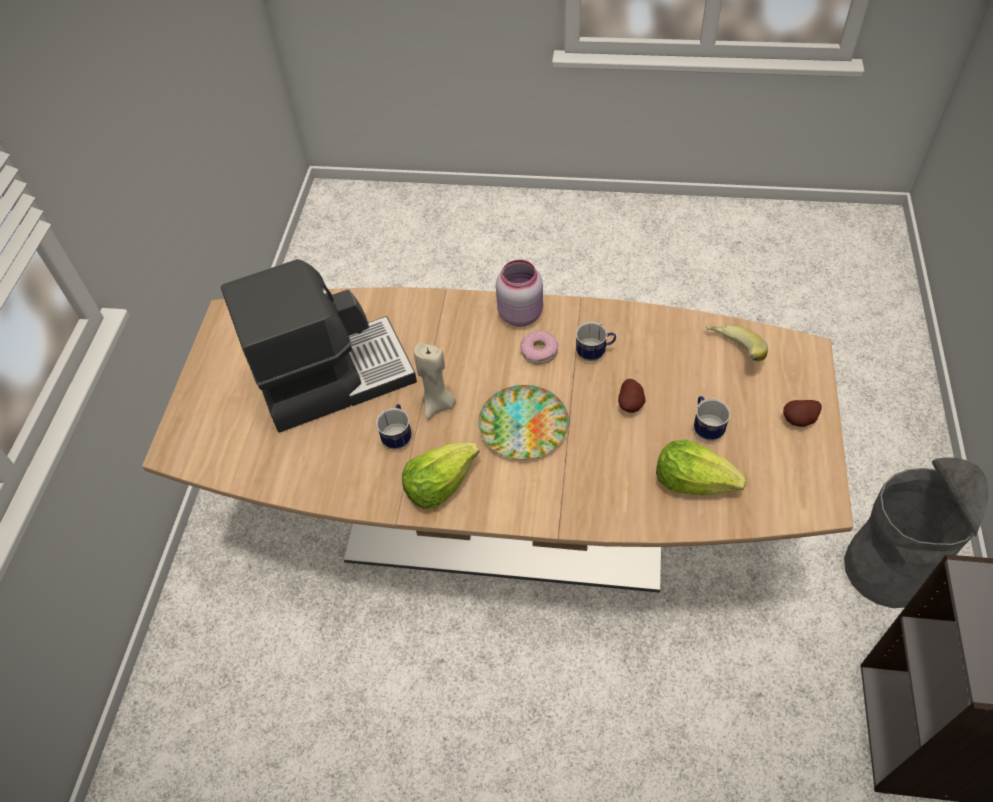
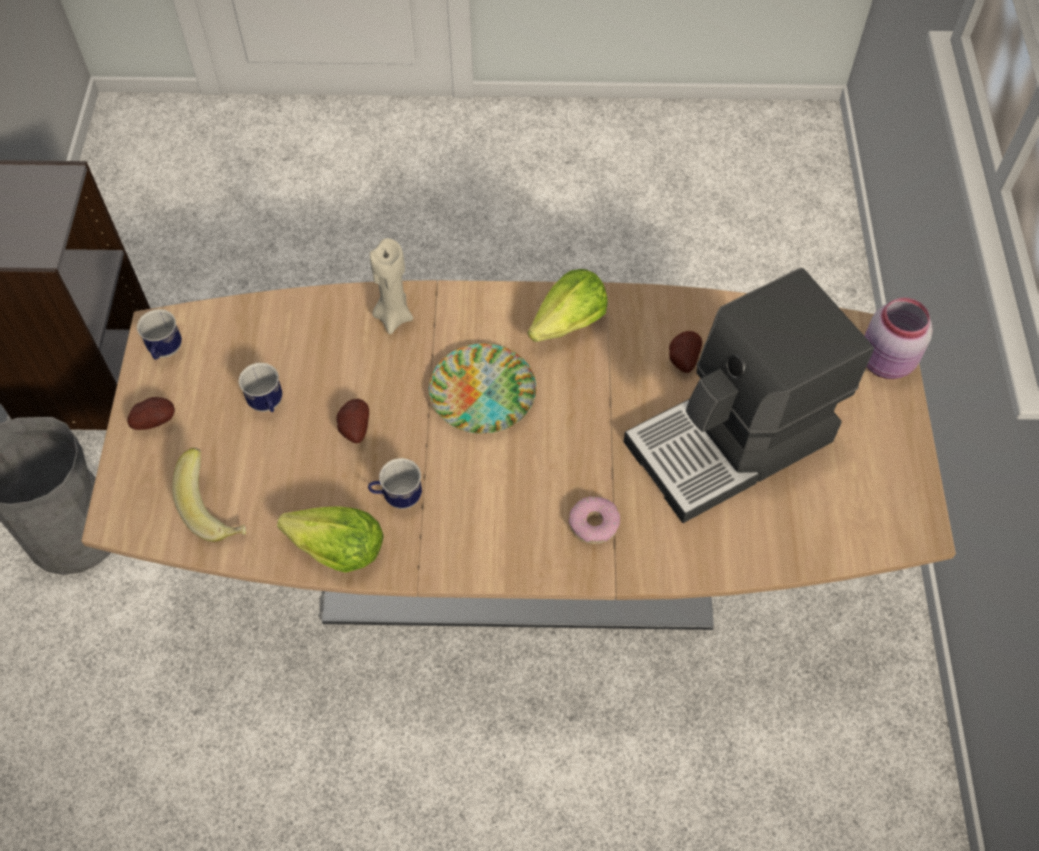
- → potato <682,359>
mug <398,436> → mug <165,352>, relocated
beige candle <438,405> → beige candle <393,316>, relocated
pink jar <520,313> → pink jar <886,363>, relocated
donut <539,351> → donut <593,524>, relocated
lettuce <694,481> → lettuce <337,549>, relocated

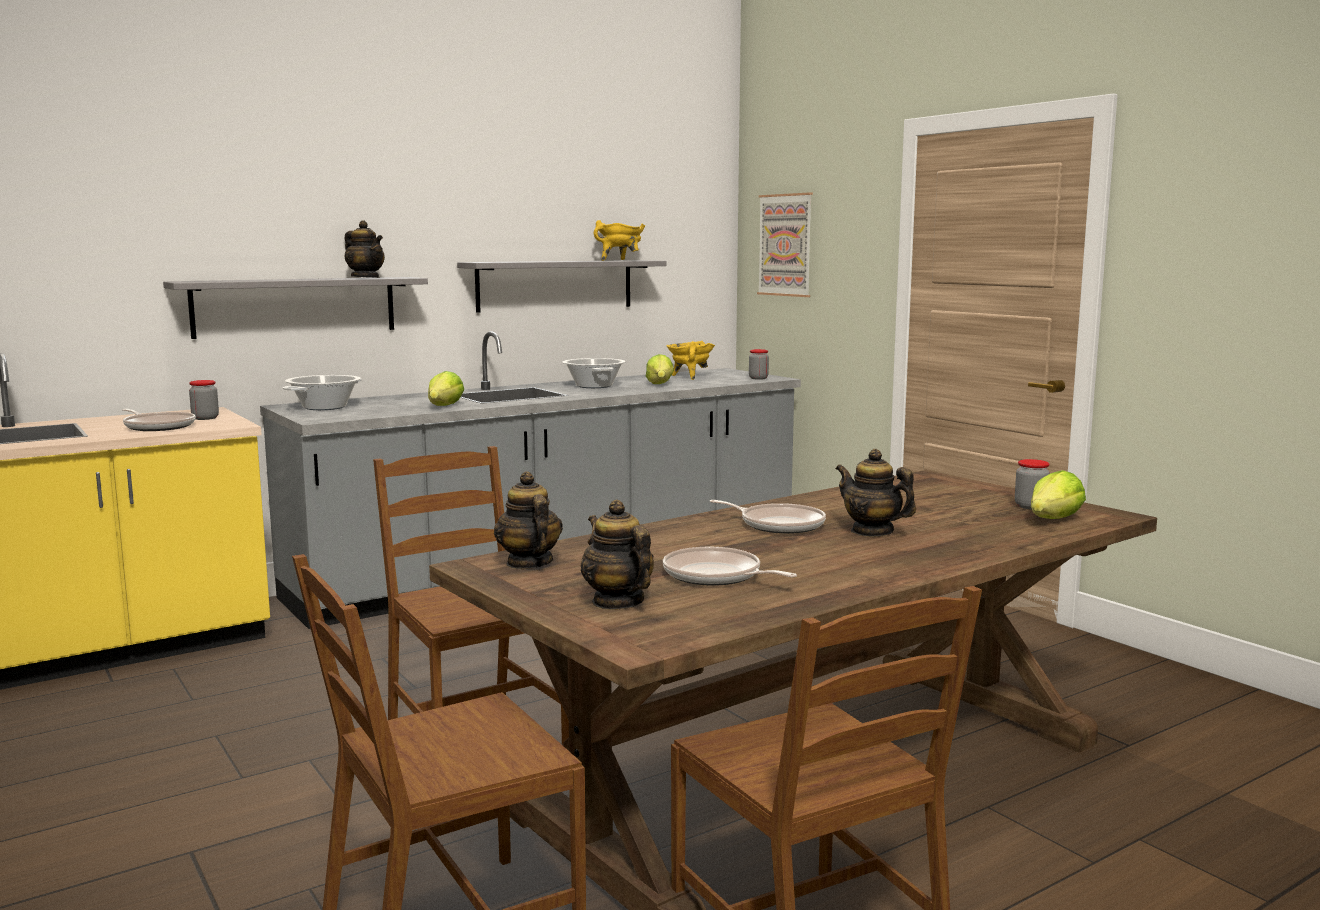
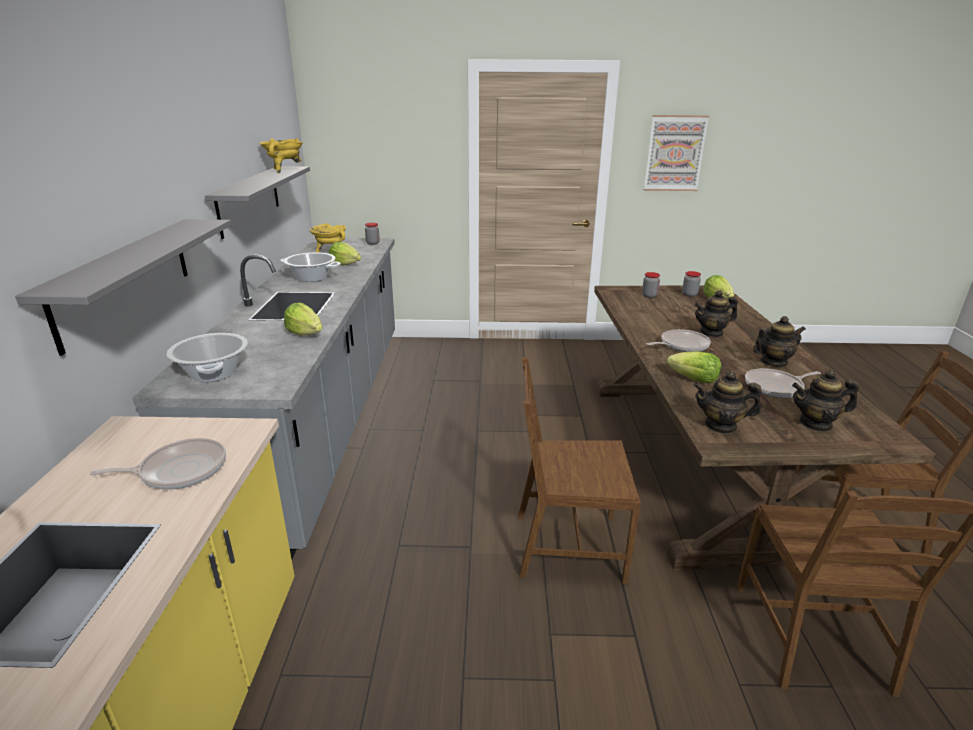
- → lettuce <694,380>
jar <205,418> → jar <649,295>, relocated
teapot <365,278> → teapot <773,362>, relocated
picture <785,245> → picture <674,153>, relocated

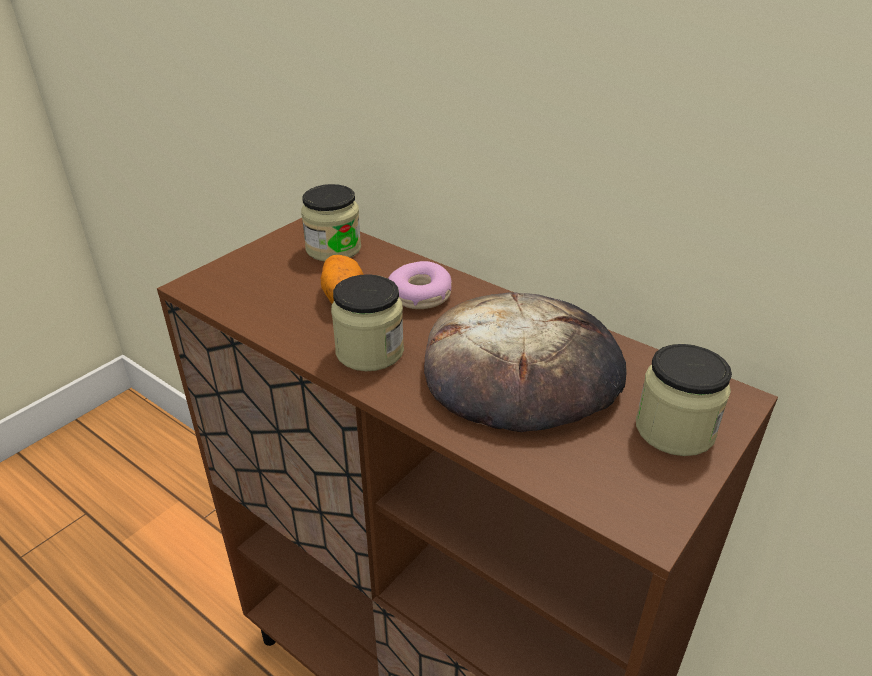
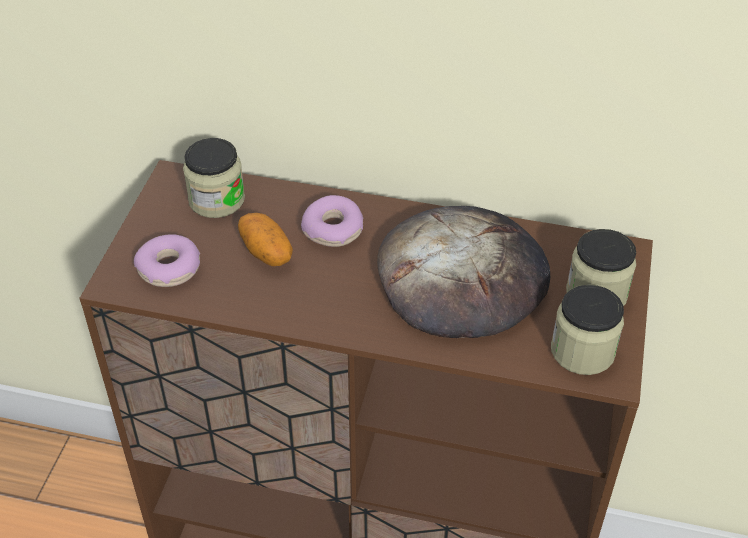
- → donut <169,269>
jar <369,351> → jar <582,351>, relocated

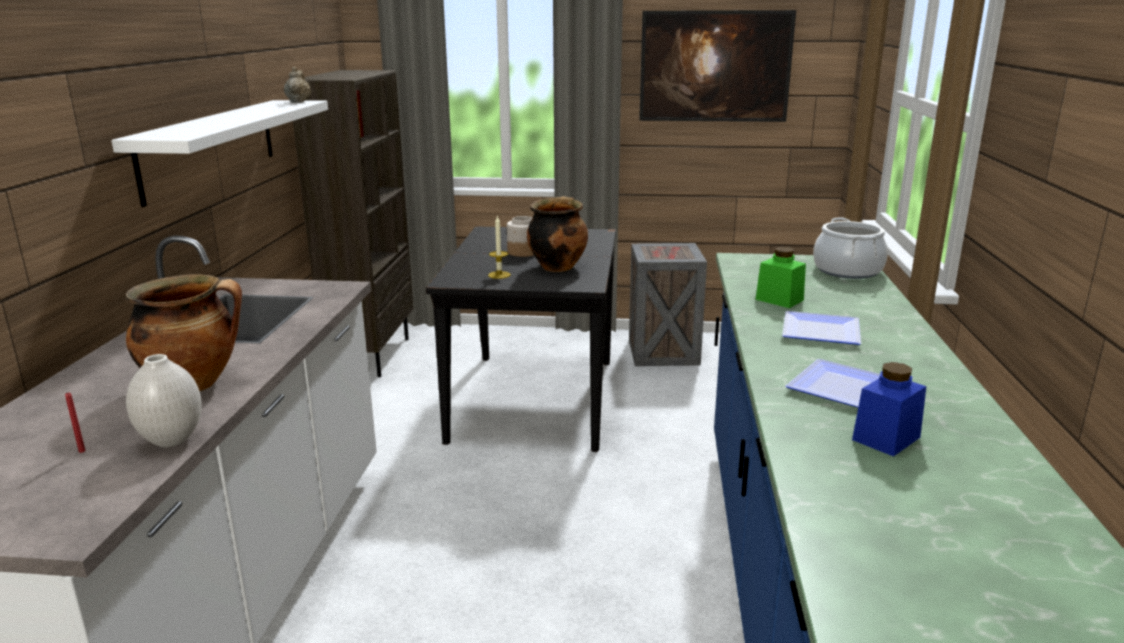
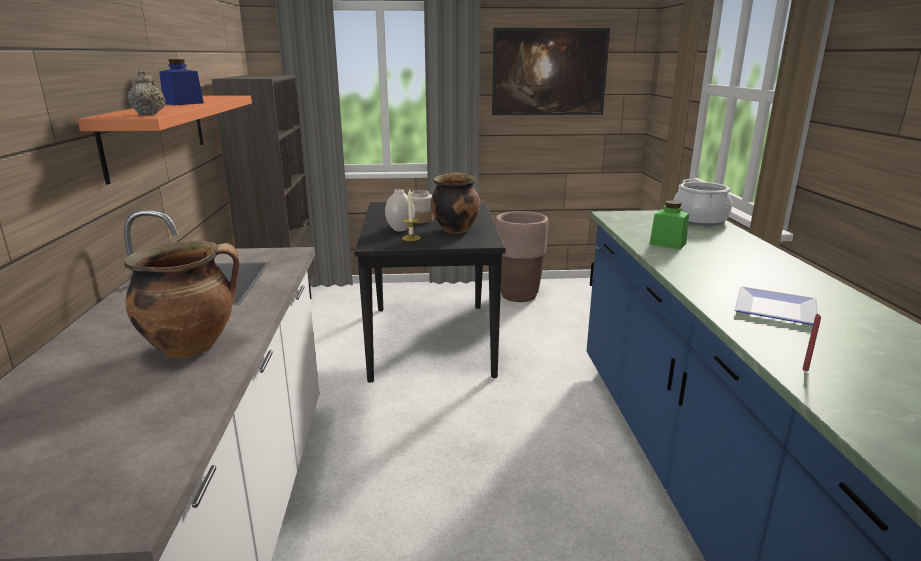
plate <823,331> → -
red candle <82,451> → red candle <805,369>, relocated
white vase <172,440> → white vase <400,229>, relocated
beige teapot <299,101> → beige teapot <149,114>, relocated
blue jar <886,438> → blue jar <183,103>, relocated
crate <664,352> → brown planter <519,295>
white shelf <210,147> → orange shelf <157,133>

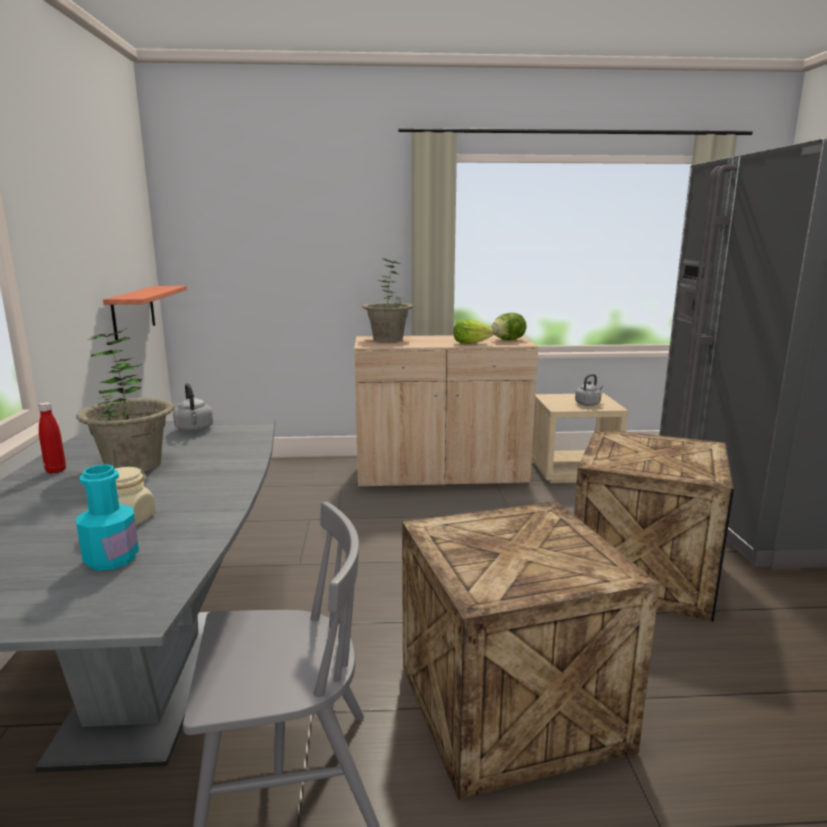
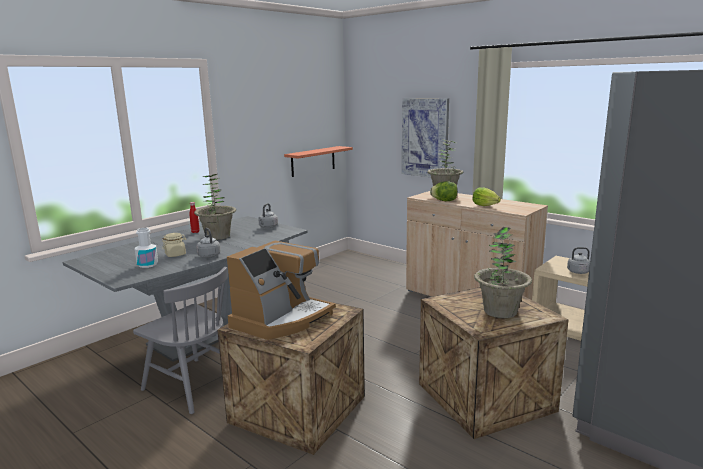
- → grey kettle <208,255>
- → coffee machine <282,319>
- → picture <425,137>
- → potted plant <500,311>
lettuce <508,340> → lettuce <444,201>, relocated
turquoise bottle <111,559> → white bottle <147,264>

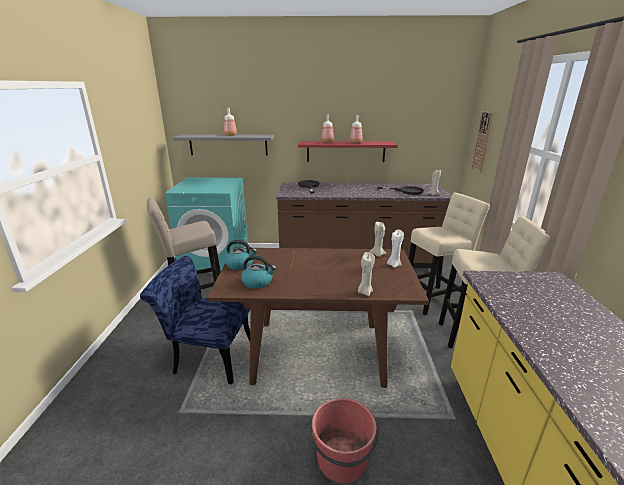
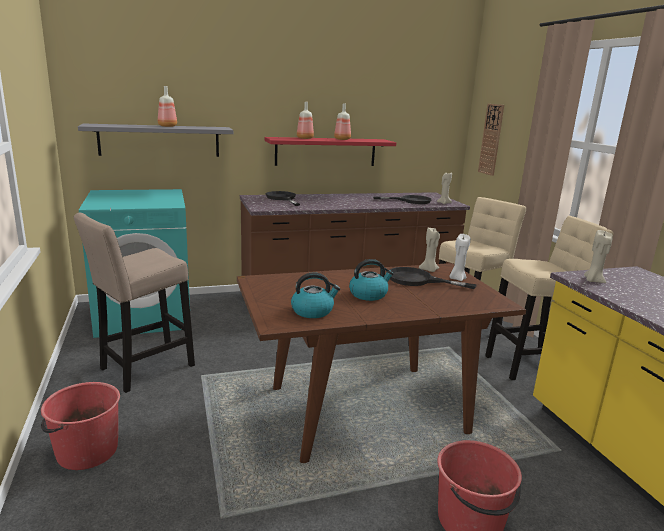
blue chair <207,356> → -
- → red bucket <86,451>
- → black frying pan <418,280>
kettle <240,264> → kettle <369,294>, relocated
beige candle <364,292> → beige candle <593,281>, relocated

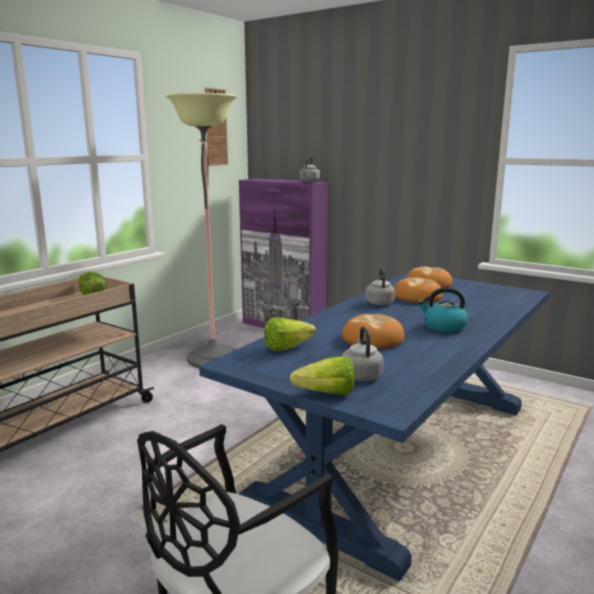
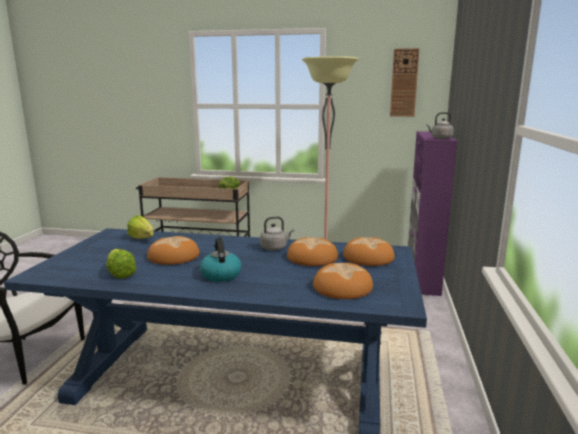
grey kettle <361,375> → -
- → bread <342,287>
lettuce <321,394> → lettuce <120,272>, relocated

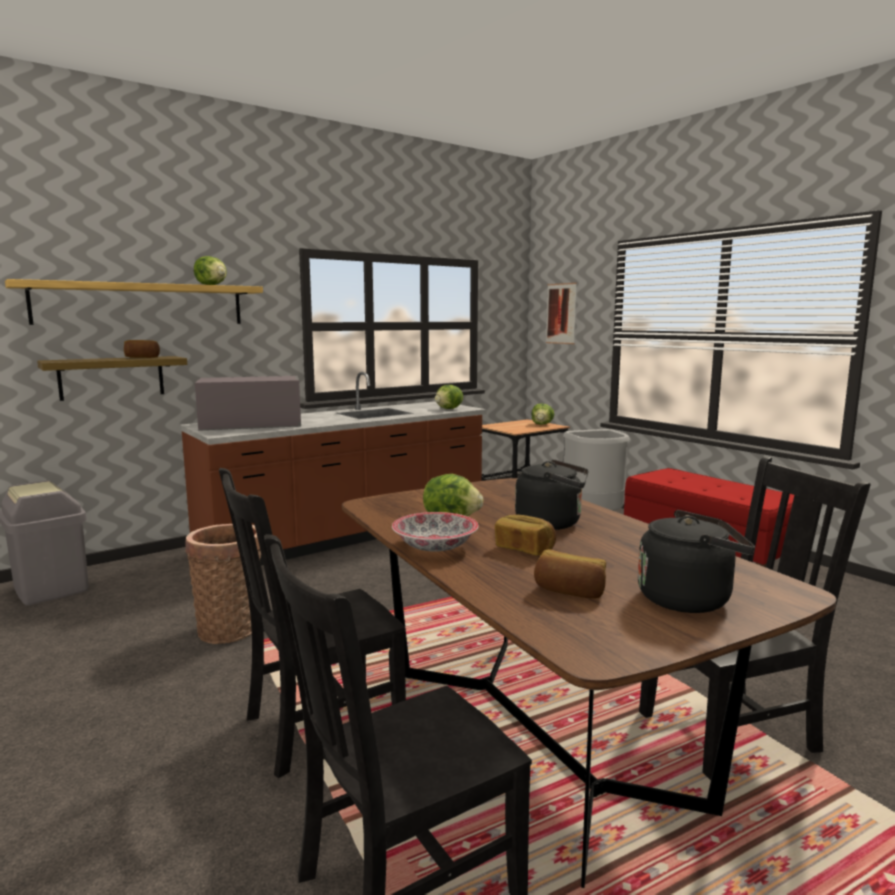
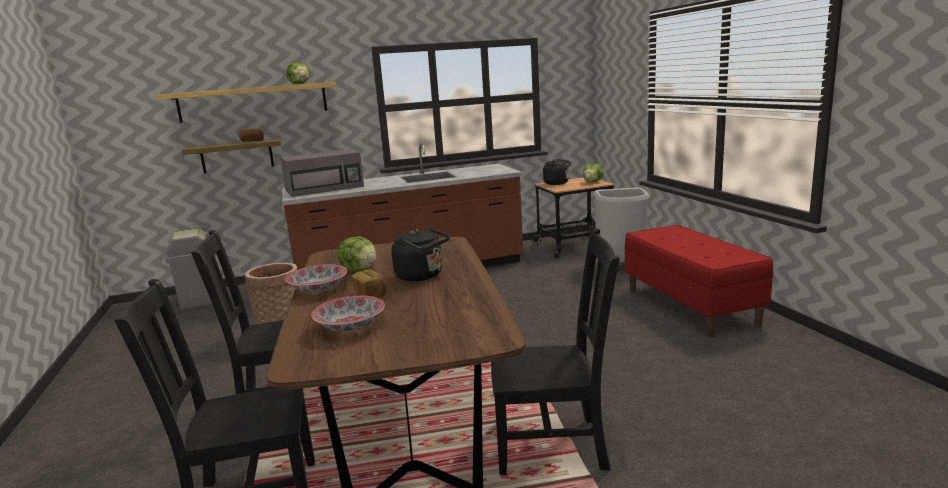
lettuce <449,409> → -
picture <561,313> → -
black kettle <689,599> → black kettle <558,183>, relocated
bread <570,591> → bowl <350,326>
grey microwave <250,424> → grey microwave <325,188>, 150 degrees clockwise

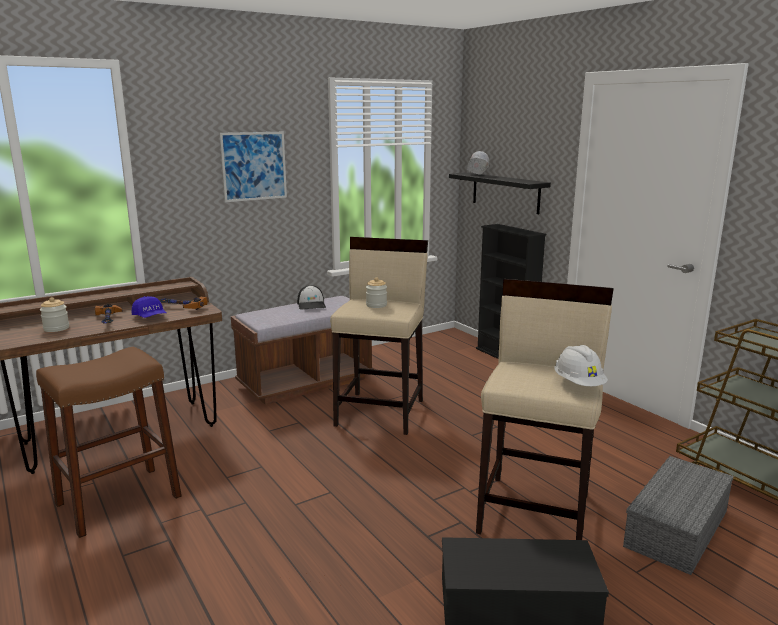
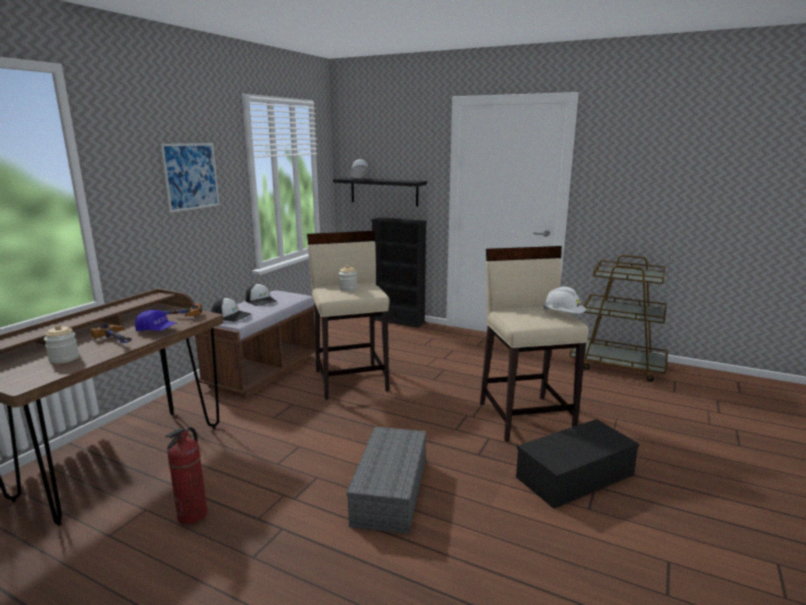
- → cap <231,316>
grey storage box <677,530> → grey storage box <391,492>, relocated
brown stool <118,500> → fire extinguisher <193,515>

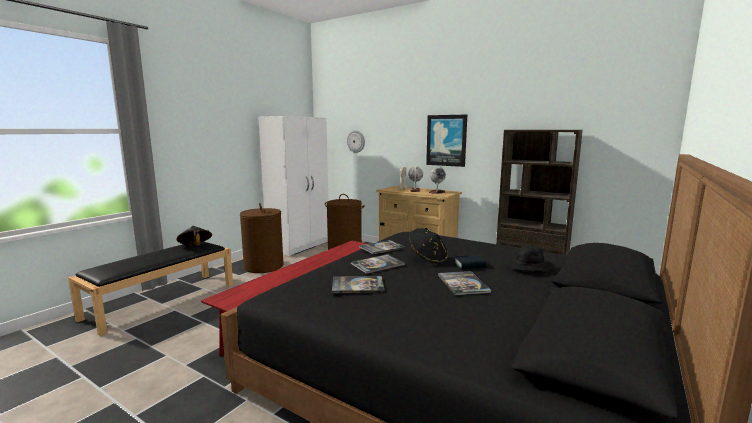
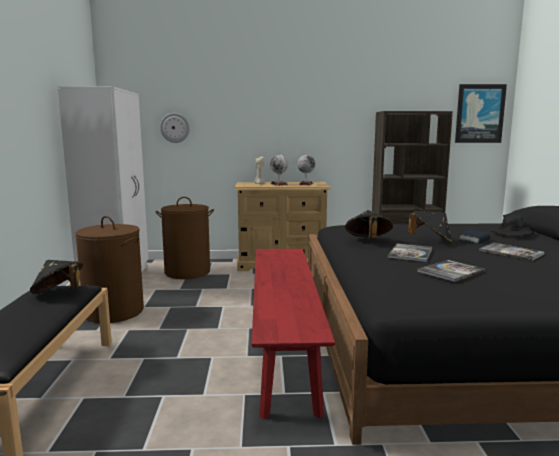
picture <446,140> → picture <479,113>, relocated
book <382,248> → black hat <368,240>

